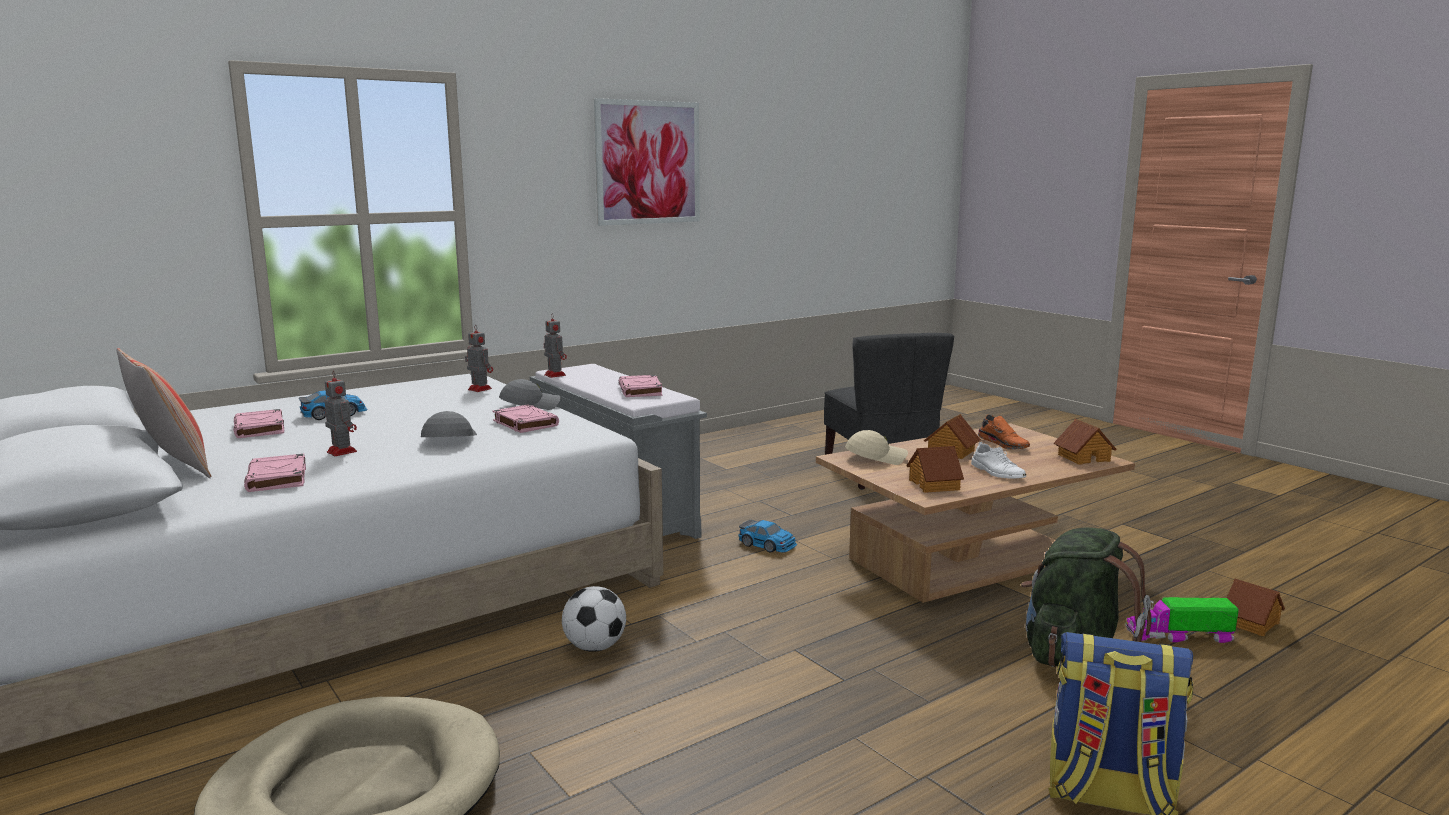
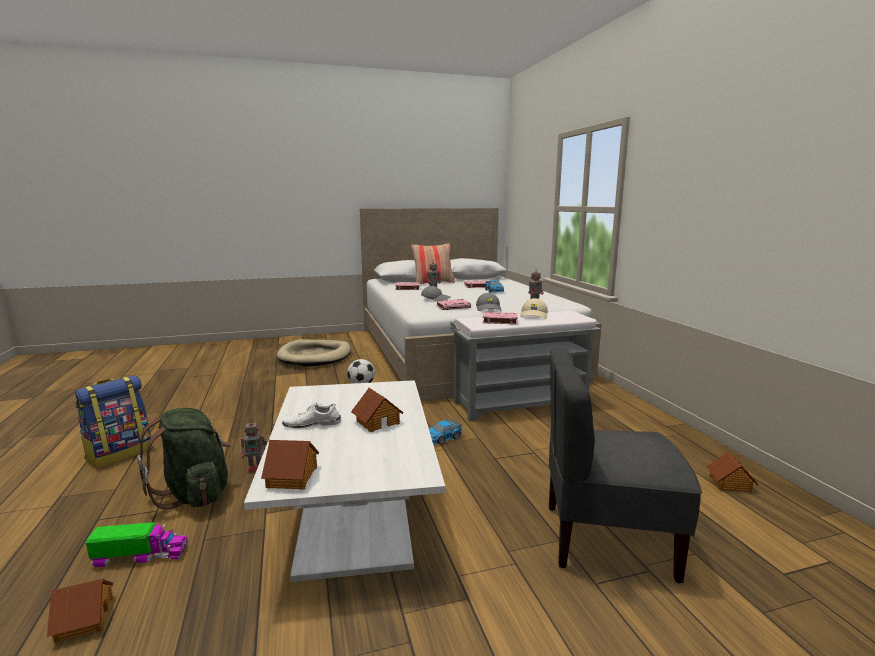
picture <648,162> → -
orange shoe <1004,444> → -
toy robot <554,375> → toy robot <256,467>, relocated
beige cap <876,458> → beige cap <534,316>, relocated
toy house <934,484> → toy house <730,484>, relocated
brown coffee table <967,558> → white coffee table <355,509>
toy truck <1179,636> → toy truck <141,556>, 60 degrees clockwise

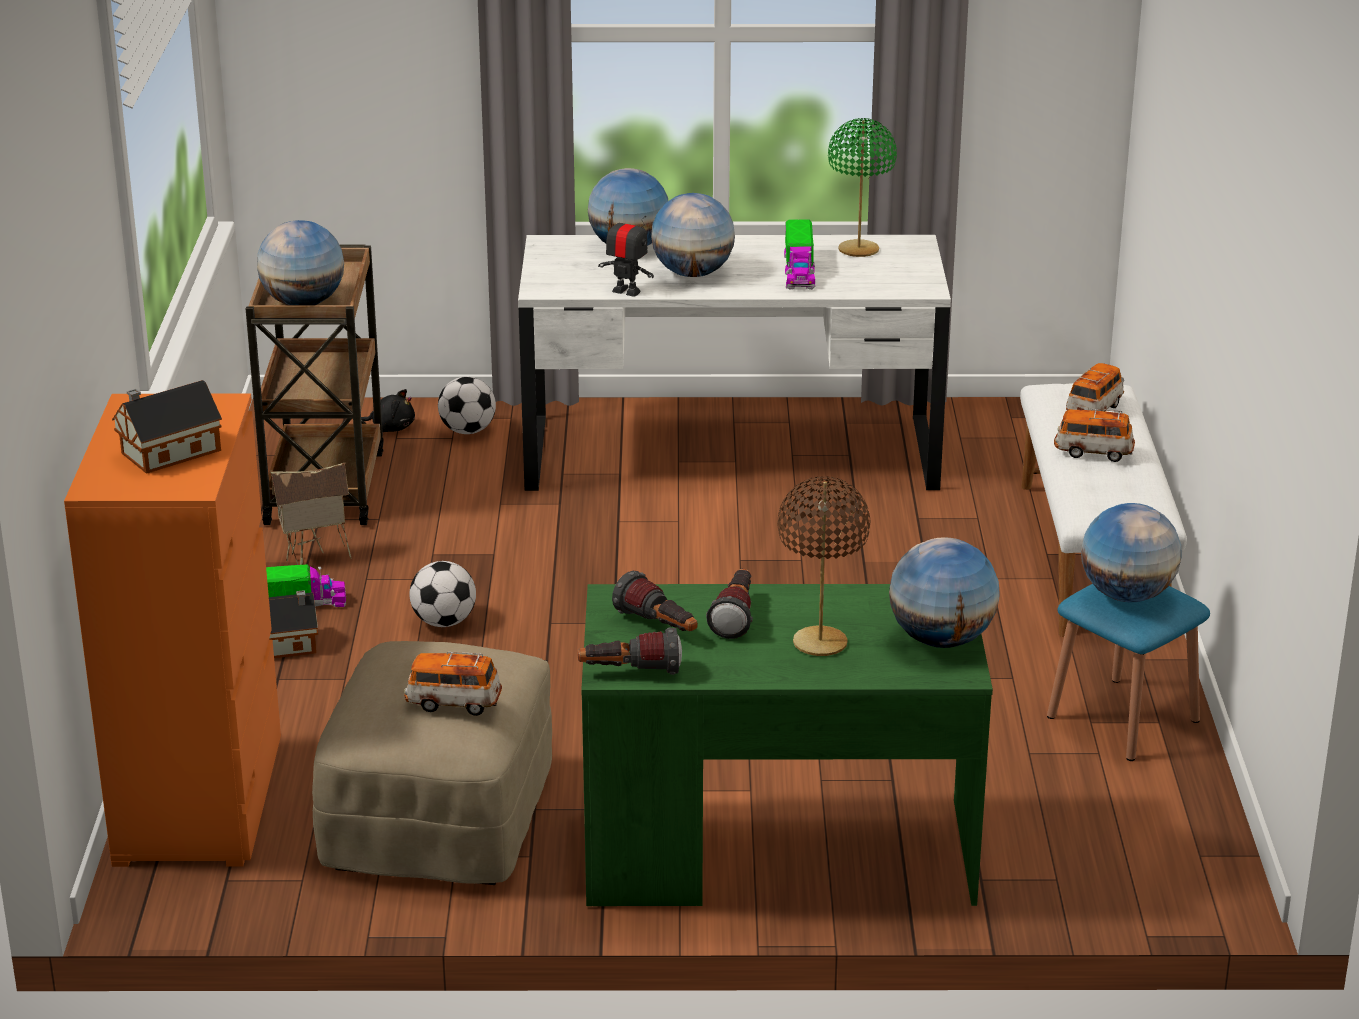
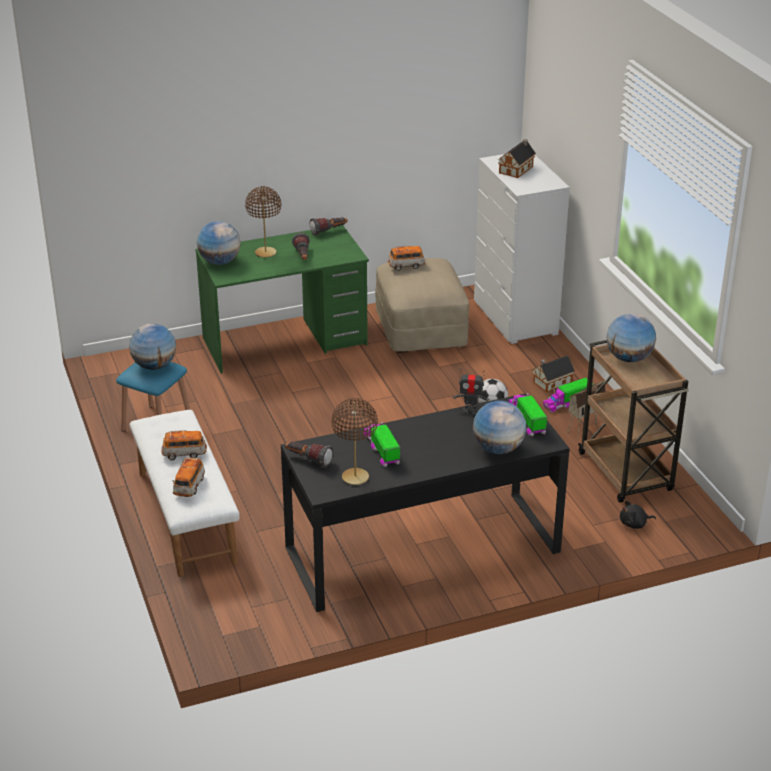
football <468,431> → -
globe <693,273> → -
- → toy truck <527,420>
flashlight <659,627> → flashlight <308,460>, relocated
orange dresser <200,800> → white dresser <515,318>
white desk <730,453> → black desk <422,550>
green table lamp <858,249> → brown table lamp <355,477>

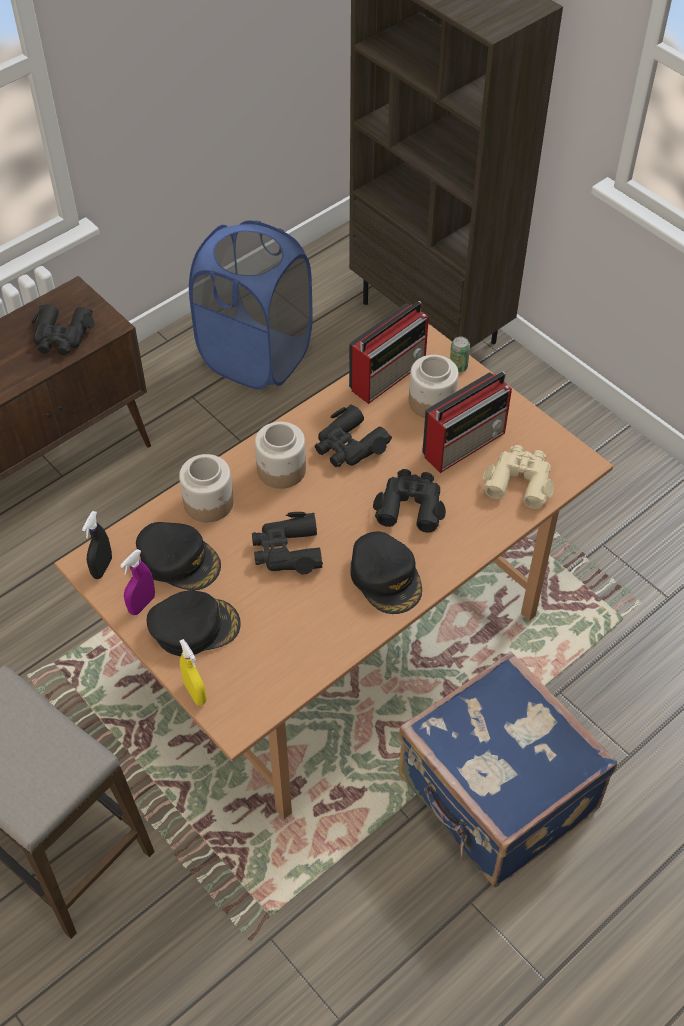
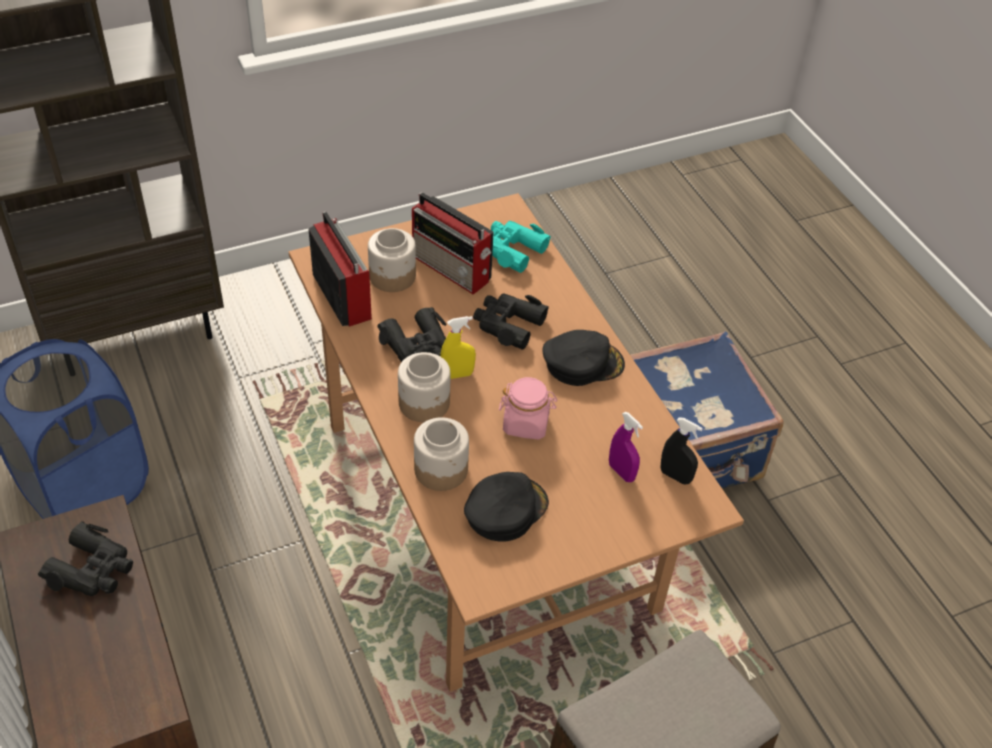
black cap <194,626> → -
can <458,367> → -
black spray bottle <102,567> → black spray bottle <675,476>, relocated
purple spray bottle <142,604> → purple spray bottle <621,472>, relocated
yellow spray bottle <195,693> → yellow spray bottle <457,375>, relocated
black binoculars <287,551> → pink jar <526,423>
beige binoculars <519,481> → turquoise binoculars <511,250>
radio <465,443> → radio <453,269>, 150 degrees clockwise

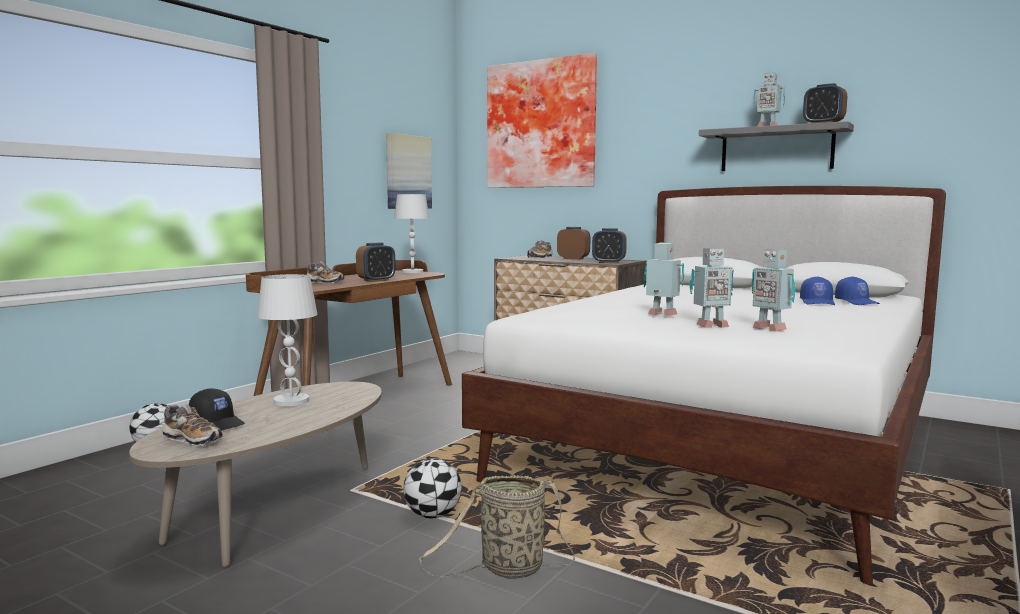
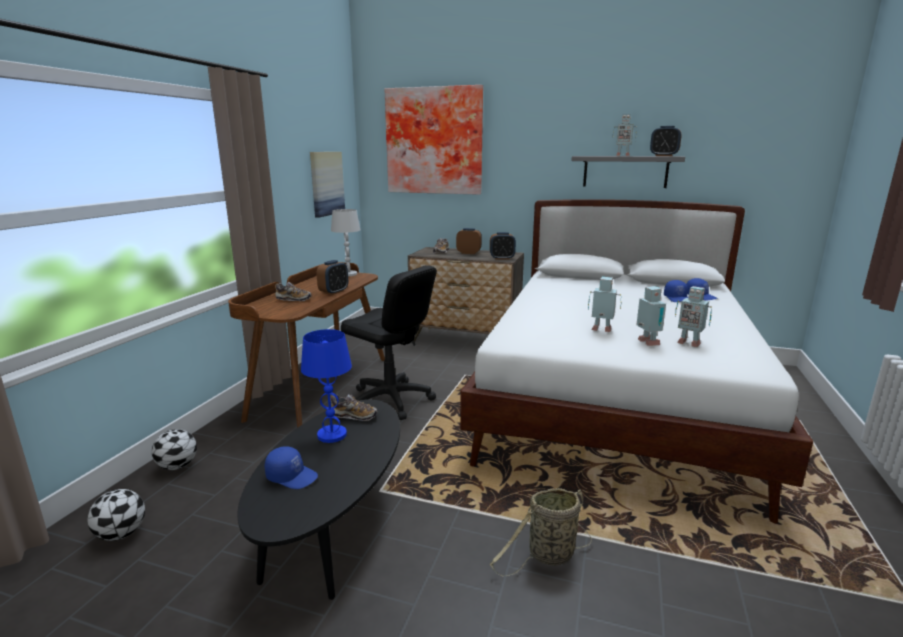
- → black office chair <390,400>
shoe <192,440> → shoe <354,416>, relocated
football <432,515> → football <121,534>, relocated
beige coffee table <277,512> → black coffee table <335,527>
black cap <218,423> → blue cap <292,476>
white table lamp <291,401> → blue table lamp <331,435>
toy robot <710,326> → toy robot <647,343>, 75 degrees counterclockwise

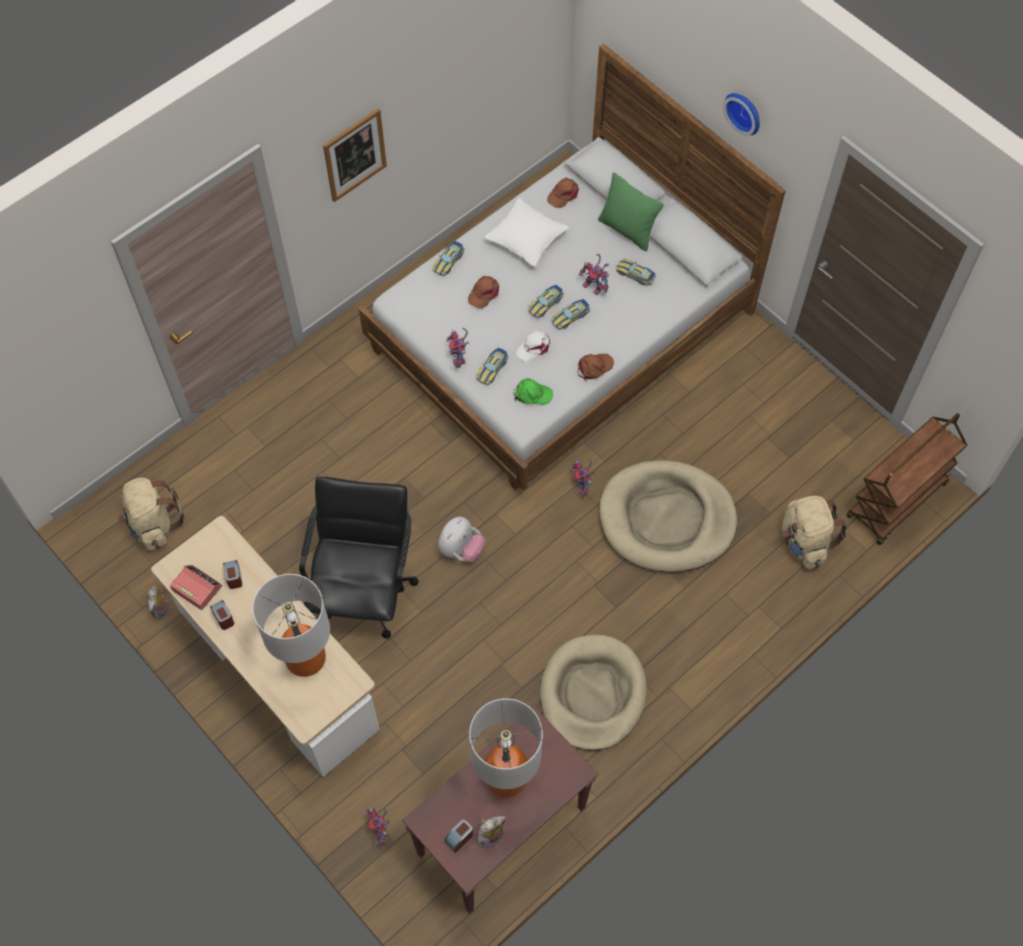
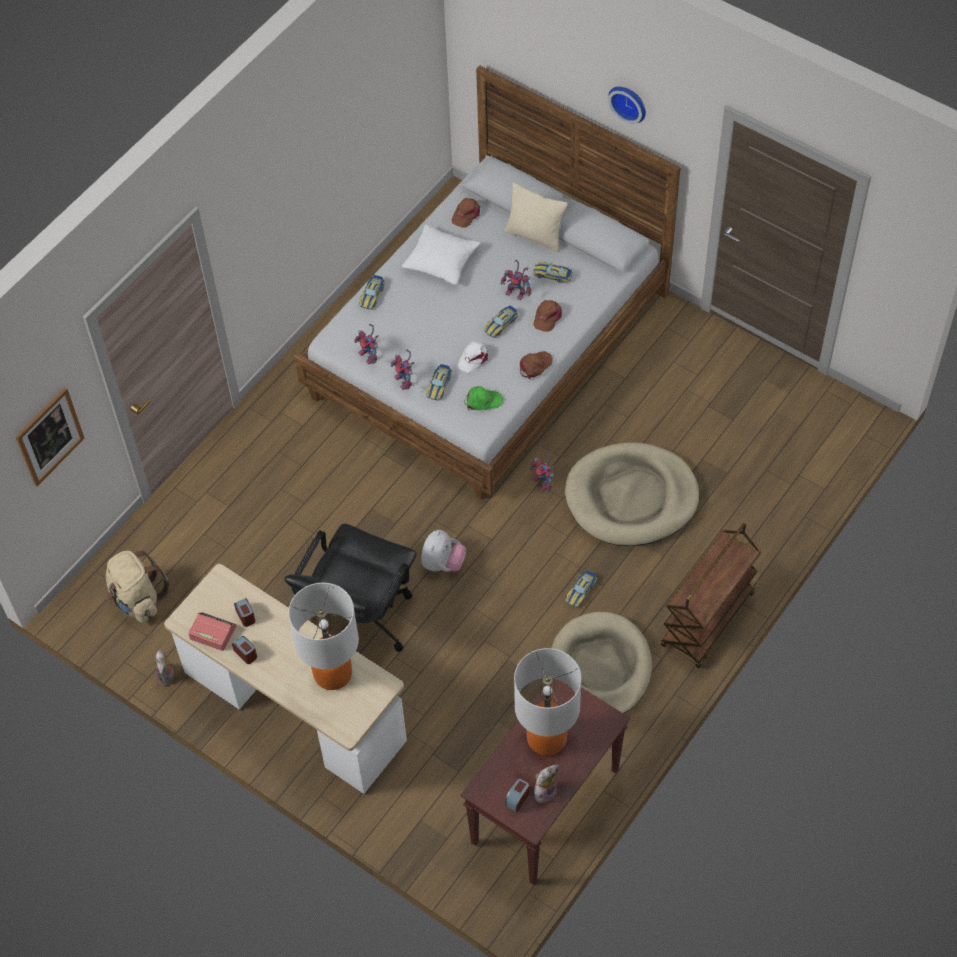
beige backpack <804,542> → -
picture <354,155> → picture <49,436>, relocated
toy robot <381,830> → toy robot <370,356>, relocated
brown cap <484,293> → brown cap <547,317>, relocated
toy car <545,304> → toy car <581,591>, relocated
brown cart <896,501> → brown cart <708,621>, relocated
green pillow <627,230> → beige pillow <535,236>
black office chair <364,591> → black office chair <359,619>, 150 degrees counterclockwise

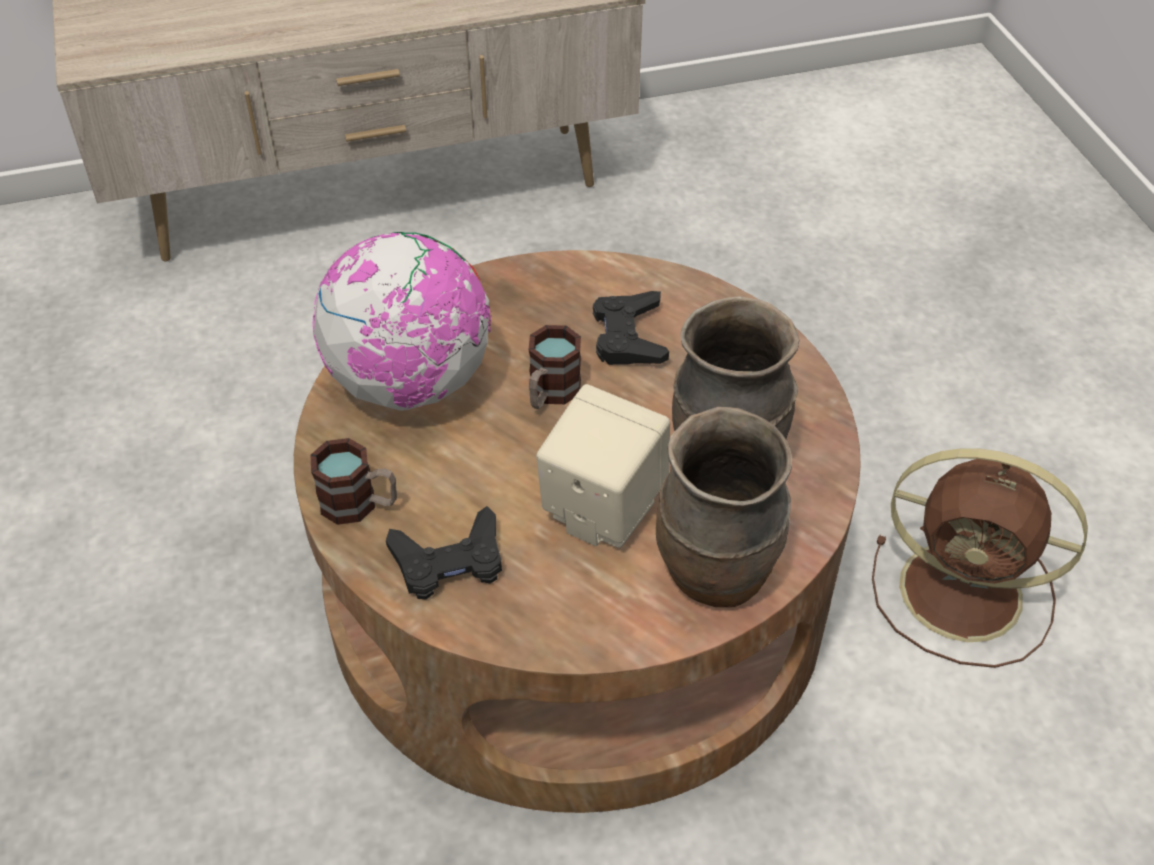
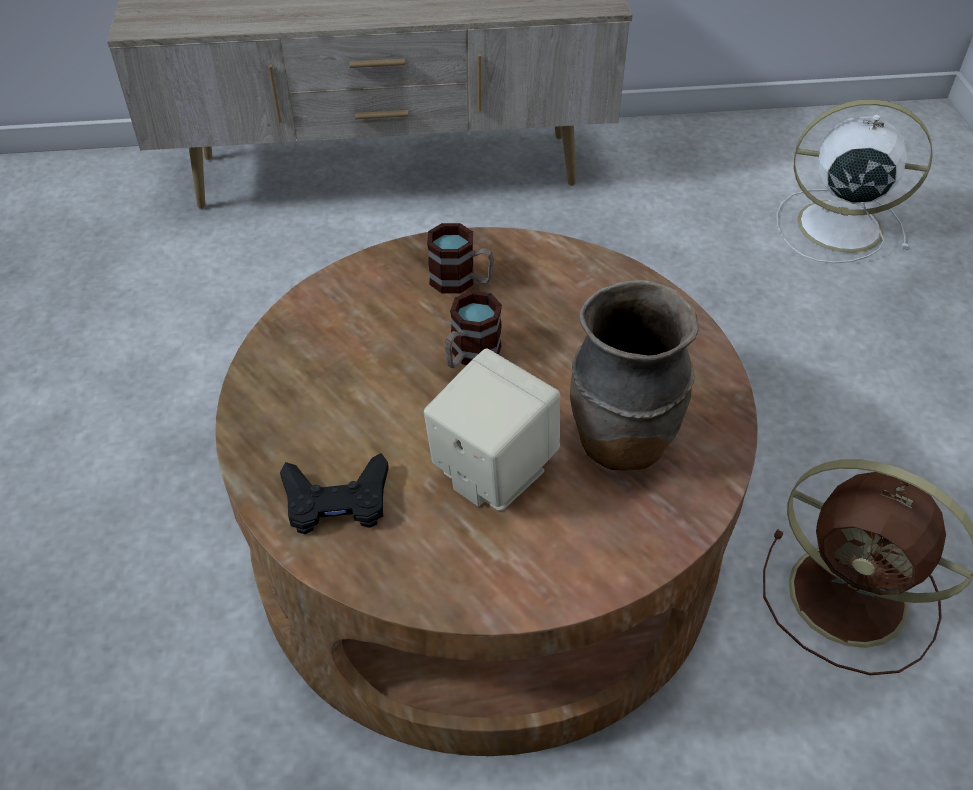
globe <411,384> → -
black game controller <629,336> → -
brown vase <716,576> → -
- → white fan <835,225>
mug <359,504> → mug <461,281>, relocated

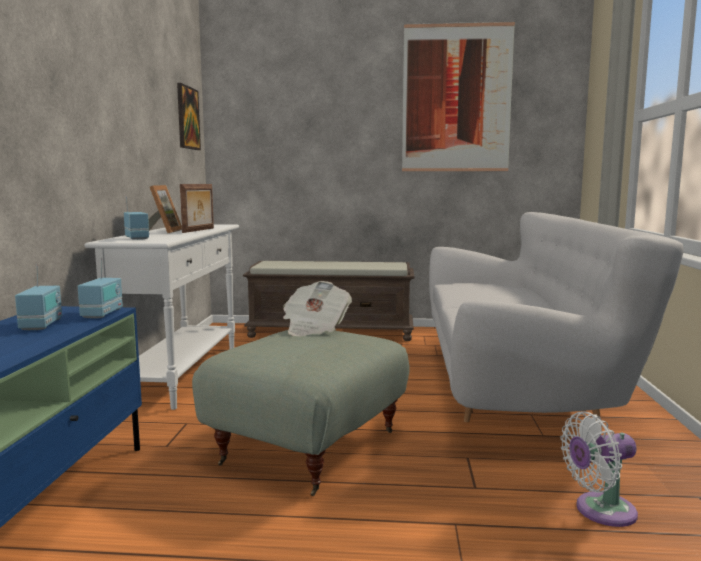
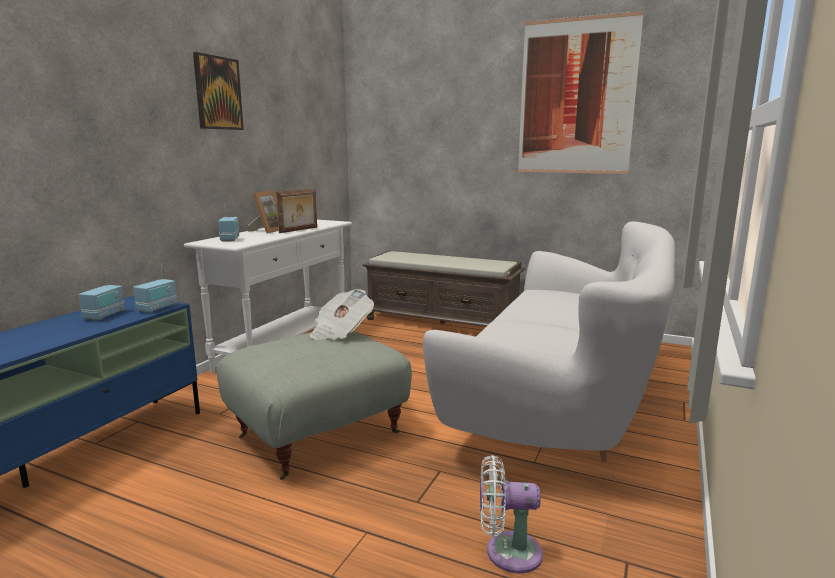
picture <187,118> → picture <218,93>, relocated

